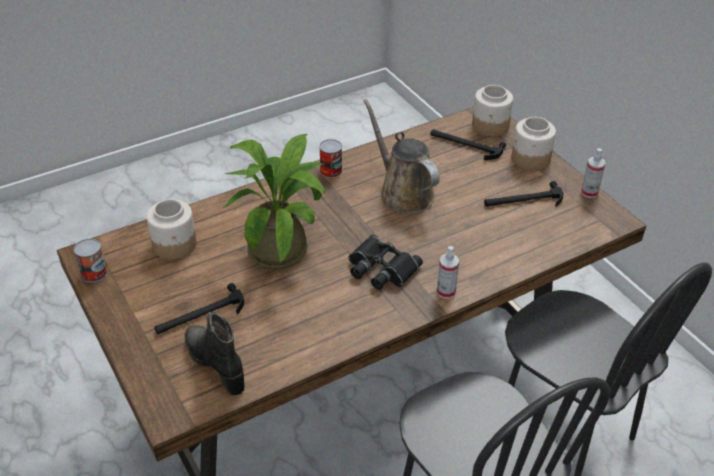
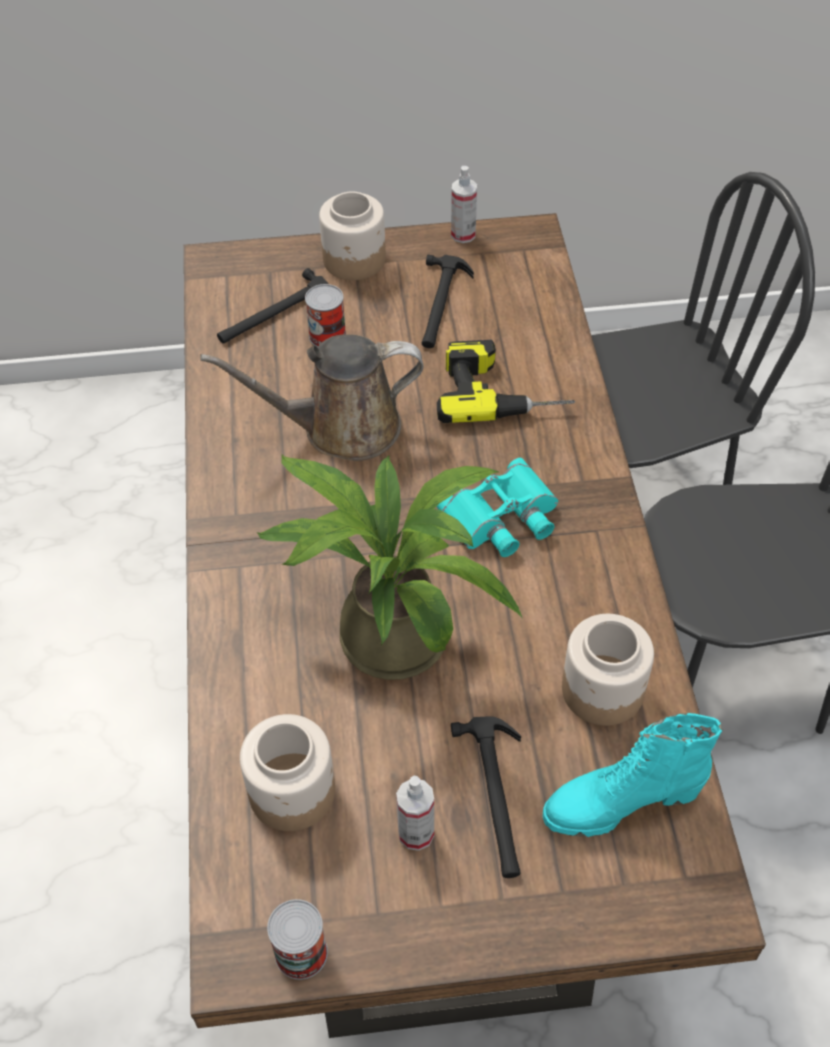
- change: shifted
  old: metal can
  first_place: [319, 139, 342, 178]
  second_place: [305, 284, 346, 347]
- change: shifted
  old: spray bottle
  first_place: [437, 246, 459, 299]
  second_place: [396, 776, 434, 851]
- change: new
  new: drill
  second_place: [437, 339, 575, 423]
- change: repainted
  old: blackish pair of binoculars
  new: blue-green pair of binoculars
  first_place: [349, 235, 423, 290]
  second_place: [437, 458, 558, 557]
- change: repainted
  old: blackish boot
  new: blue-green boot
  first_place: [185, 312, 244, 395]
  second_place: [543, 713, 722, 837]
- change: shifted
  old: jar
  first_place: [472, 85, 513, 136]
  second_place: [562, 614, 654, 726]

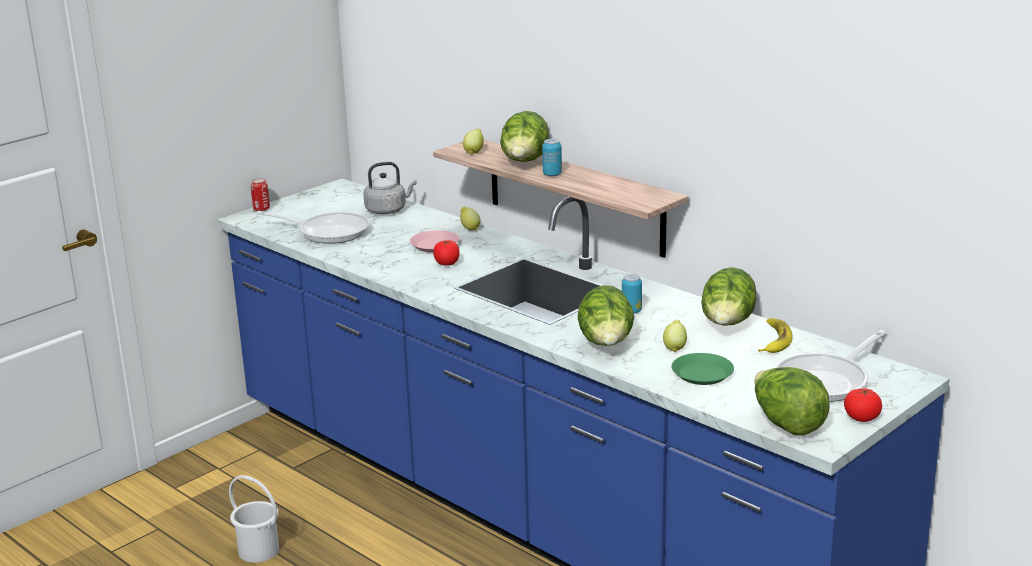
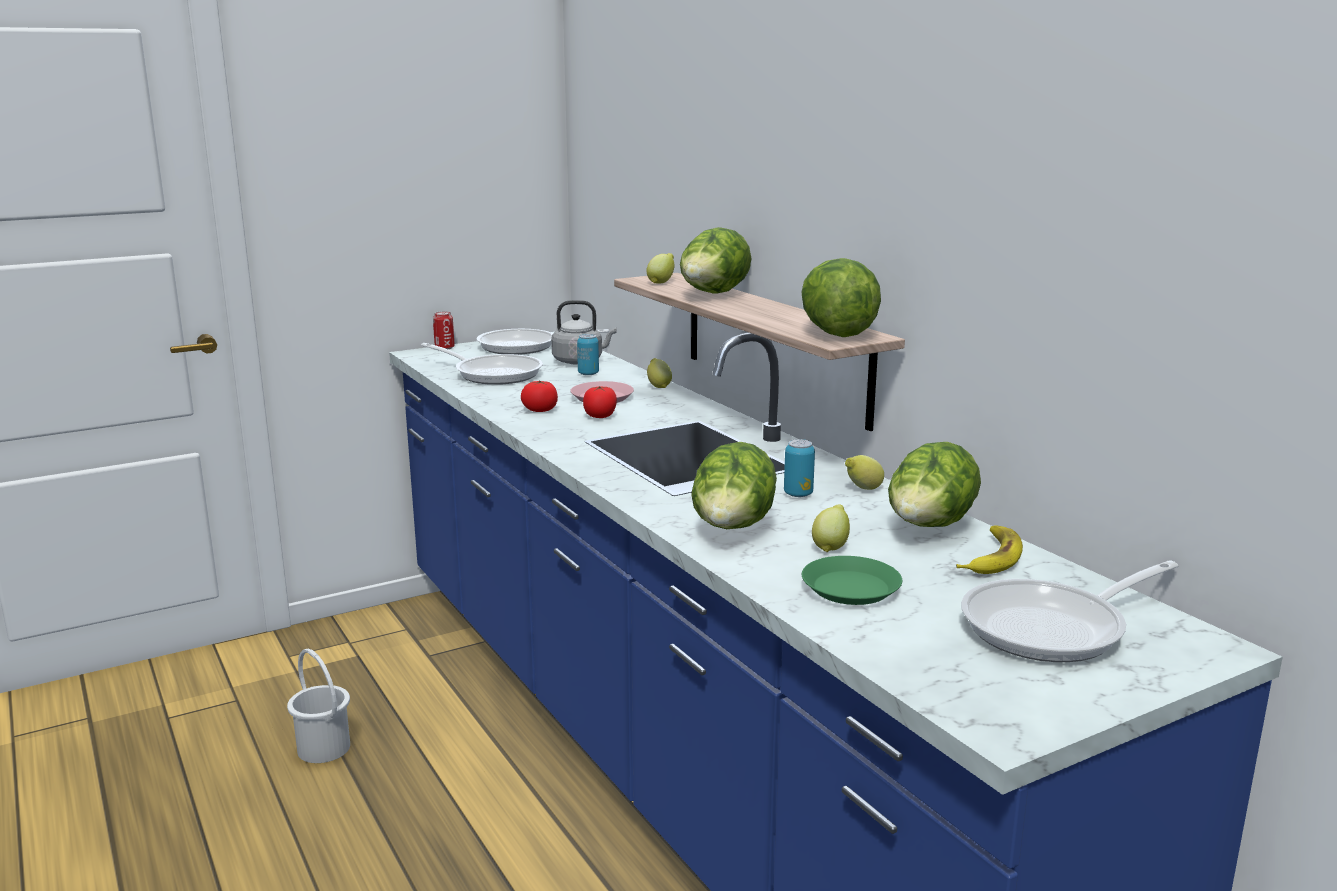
- change: new
  new: pan
  second_place: [477, 329, 609, 355]
- change: shifted
  old: whole tomato
  first_place: [844, 389, 882, 422]
  second_place: [521, 381, 558, 412]
- change: shifted
  old: metal can
  first_place: [542, 139, 562, 176]
  second_place: [577, 334, 599, 375]
- change: shifted
  old: head of lettuce
  first_place: [754, 367, 830, 436]
  second_place: [802, 258, 881, 337]
- change: new
  new: citrus fruit
  second_place: [845, 455, 884, 490]

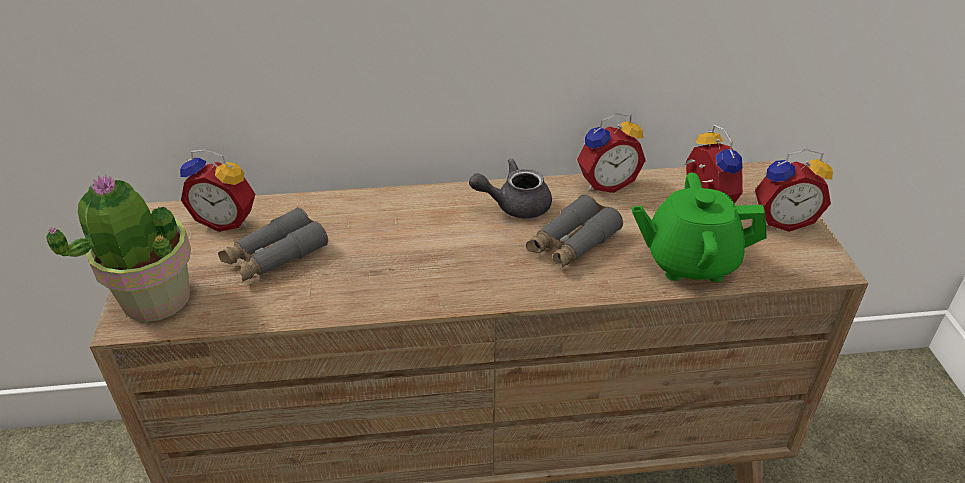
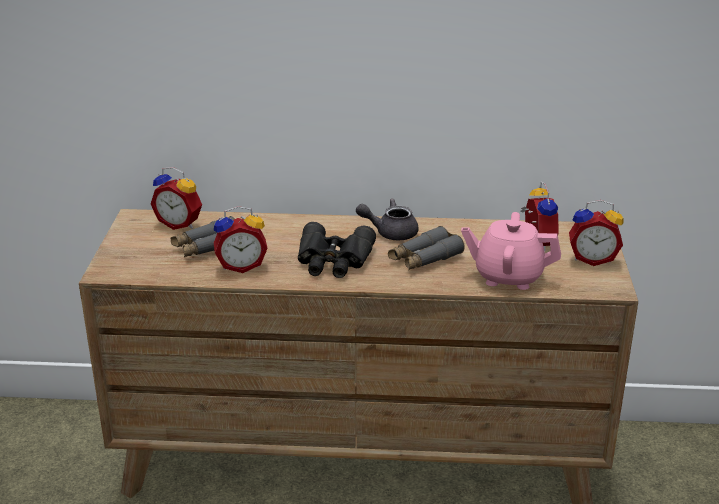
- change: shifted
  old: bedside clock
  first_place: [577, 113, 646, 193]
  second_place: [214, 206, 267, 273]
- change: new
  new: blackish pair of binoculars
  second_place: [298, 222, 376, 278]
- change: repainted
  old: greenish teapot
  new: pink teapot
  first_place: [631, 173, 767, 282]
  second_place: [461, 212, 561, 290]
- change: gone
  old: potted plant
  first_place: [46, 174, 191, 322]

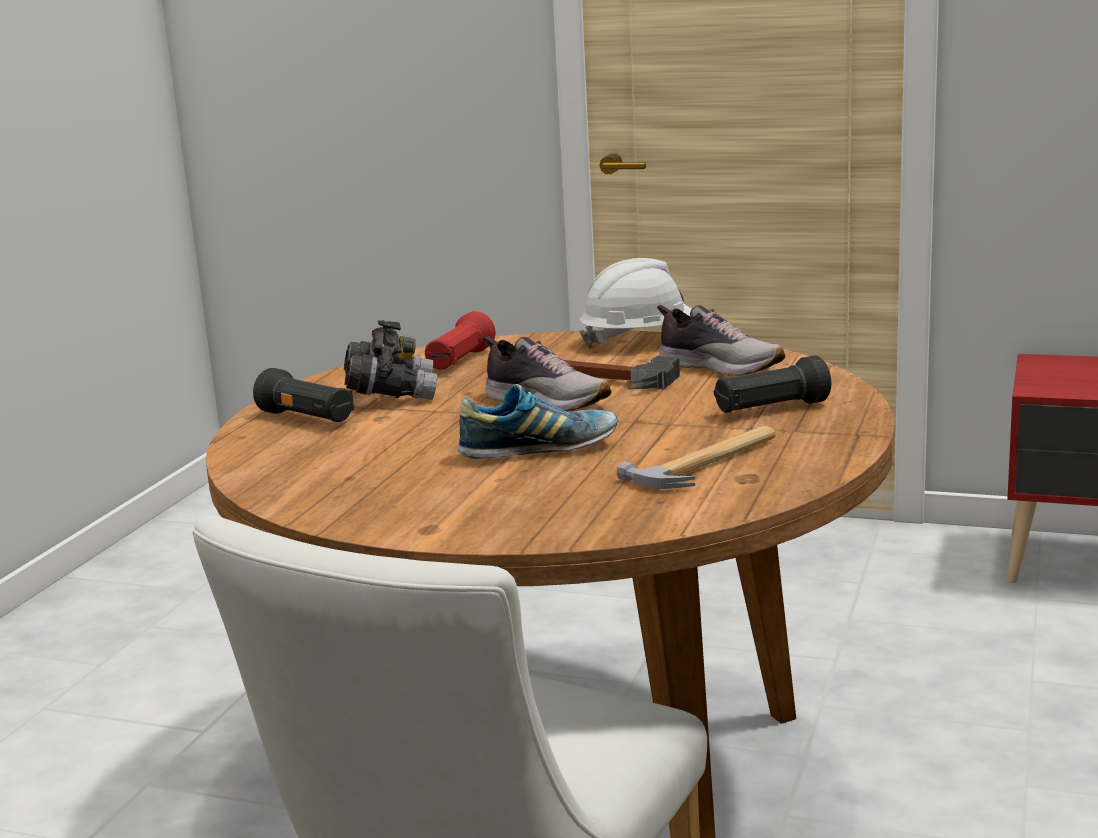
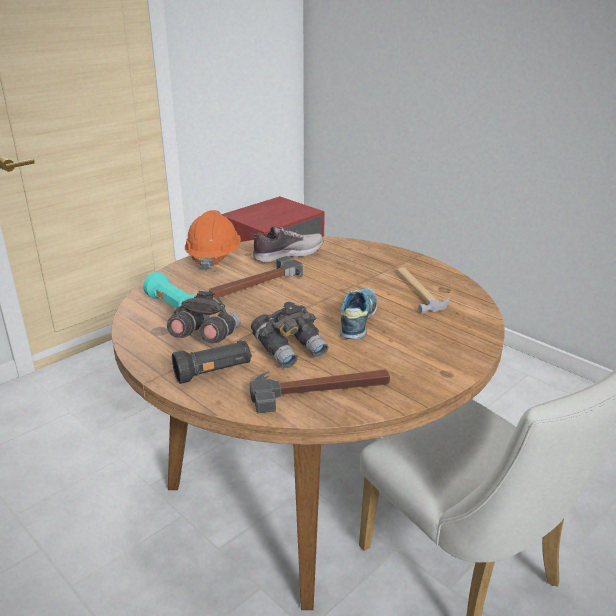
- change: repainted
  old: red-coloured flashlight
  new: blue-green flashlight
  first_place: [425, 311, 495, 370]
  second_place: [143, 272, 196, 308]
- change: repainted
  old: whitish safety helmet
  new: orange-coloured safety helmet
  first_place: [579, 258, 692, 349]
  second_place: [185, 210, 241, 271]
- change: new
  new: hammer
  second_place: [250, 369, 390, 413]
- change: new
  new: grey pair of binoculars
  second_place: [251, 302, 328, 368]
- change: gone
  old: low shoe
  first_place: [483, 336, 611, 411]
- change: gone
  old: blackish flashlight
  first_place: [714, 355, 831, 413]

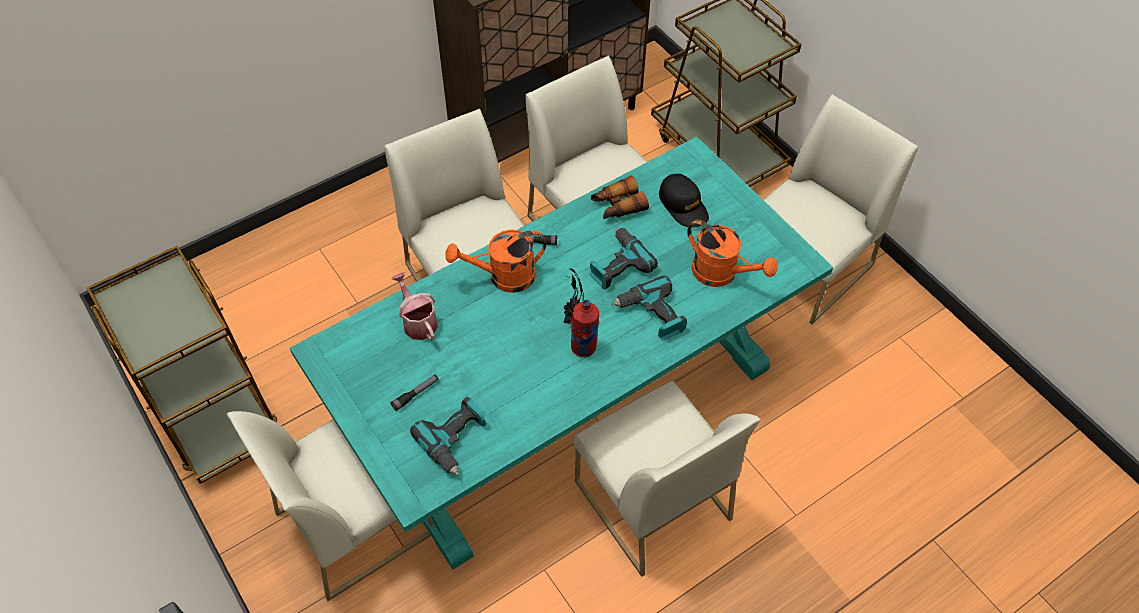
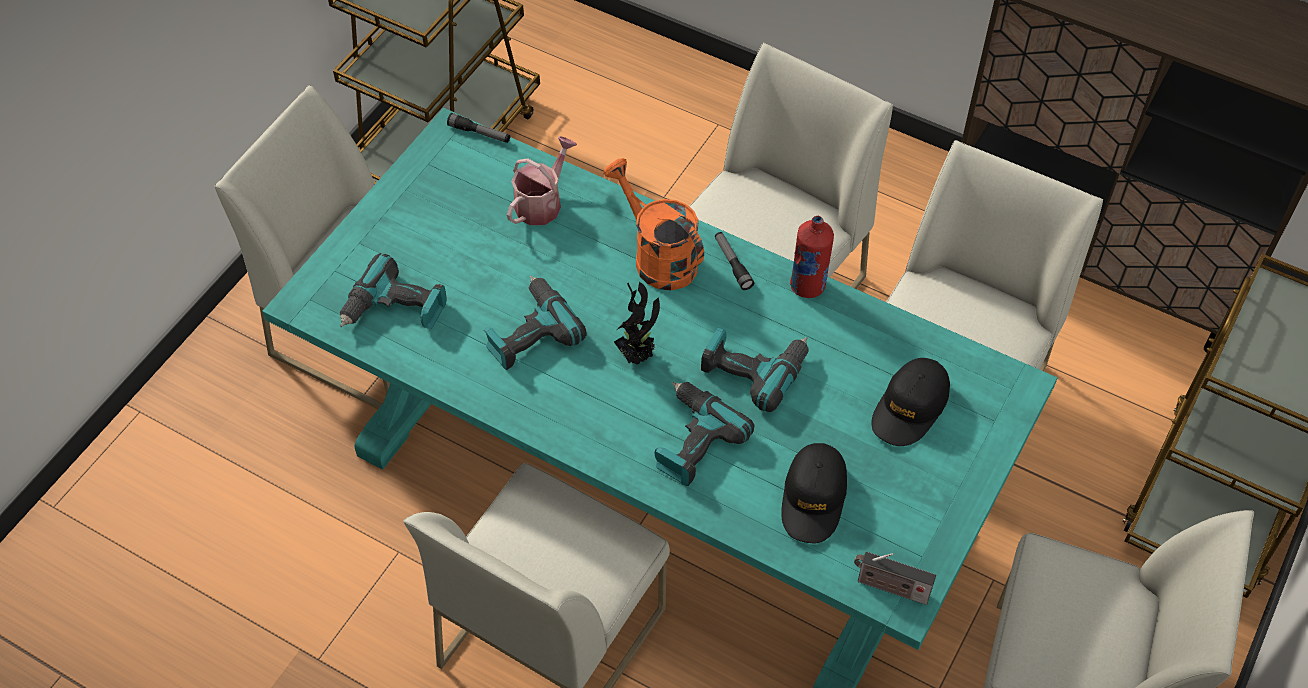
- change: shifted
  old: flashlight
  first_place: [390, 375, 439, 411]
  second_place: [447, 113, 510, 143]
- change: new
  new: drill
  second_place: [484, 276, 587, 370]
- change: swapped
  old: orange-coloured watering pot
  new: blackish baseball cap
  first_place: [687, 219, 778, 287]
  second_place: [781, 443, 847, 544]
- change: shifted
  old: red-coloured drink bottle
  first_place: [571, 300, 599, 357]
  second_place: [790, 216, 834, 298]
- change: new
  new: radio
  second_place: [854, 551, 936, 605]
- change: gone
  old: pair of binoculars
  first_place: [591, 176, 649, 219]

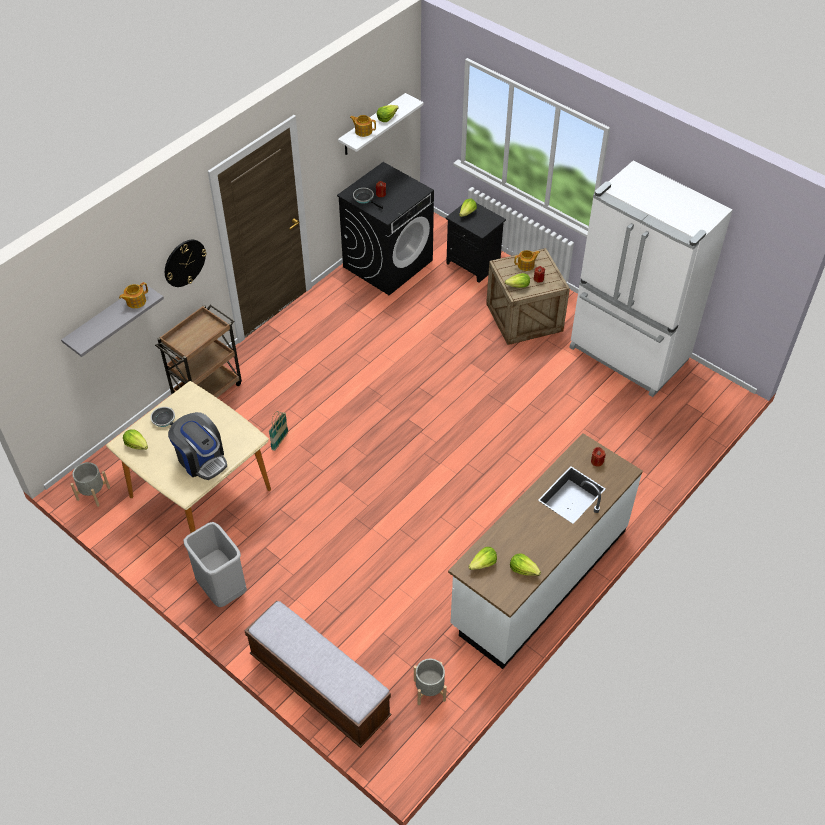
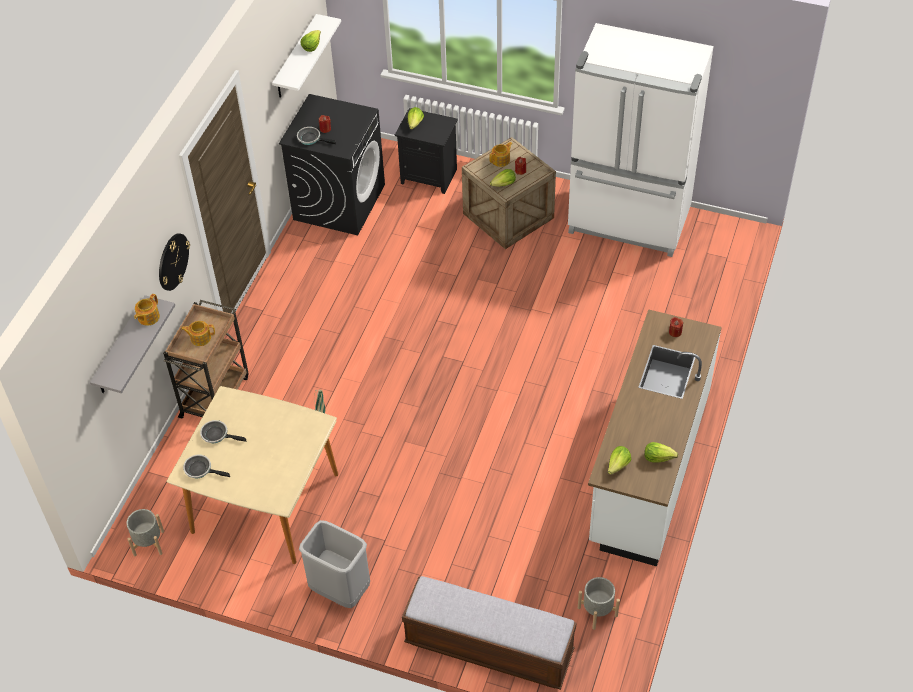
- change: shifted
  old: teapot
  first_place: [350, 115, 376, 137]
  second_place: [181, 321, 215, 346]
- change: swapped
  old: head of lettuce
  new: pan
  first_place: [123, 429, 148, 450]
  second_place: [183, 454, 230, 478]
- change: gone
  old: coffee machine
  first_place: [168, 412, 227, 480]

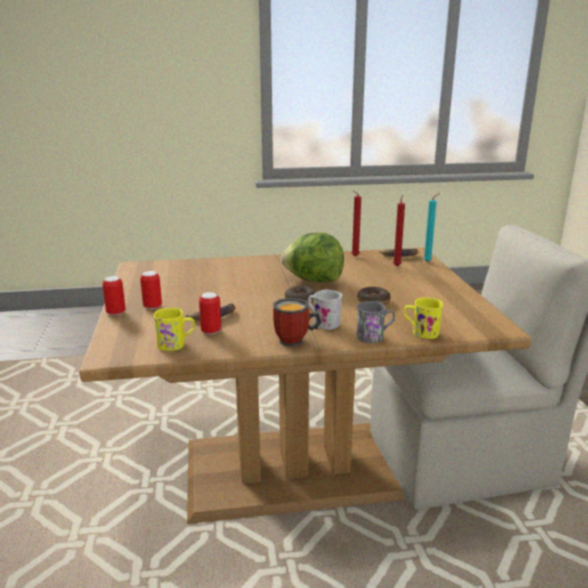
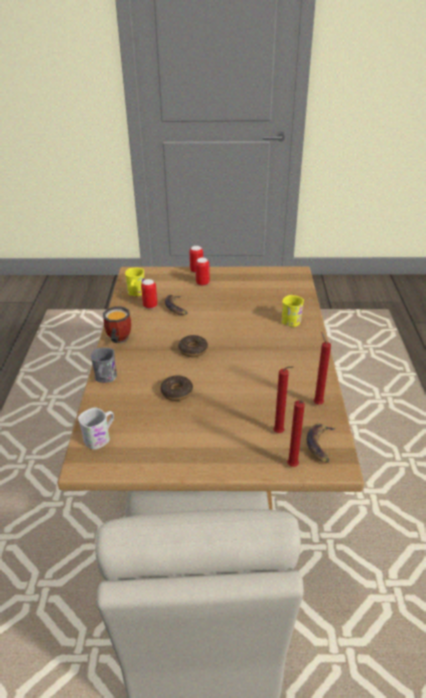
- change: shifted
  old: whitish mug
  first_place: [308, 290, 342, 330]
  second_place: [78, 408, 114, 450]
- change: shifted
  old: yellow-coloured mug
  first_place: [404, 298, 443, 339]
  second_place: [281, 295, 304, 327]
- change: repainted
  old: blue-green wax candle
  new: red-coloured wax candle
  first_place: [423, 193, 440, 262]
  second_place: [287, 400, 305, 467]
- change: gone
  old: head of lettuce
  first_place: [281, 233, 344, 282]

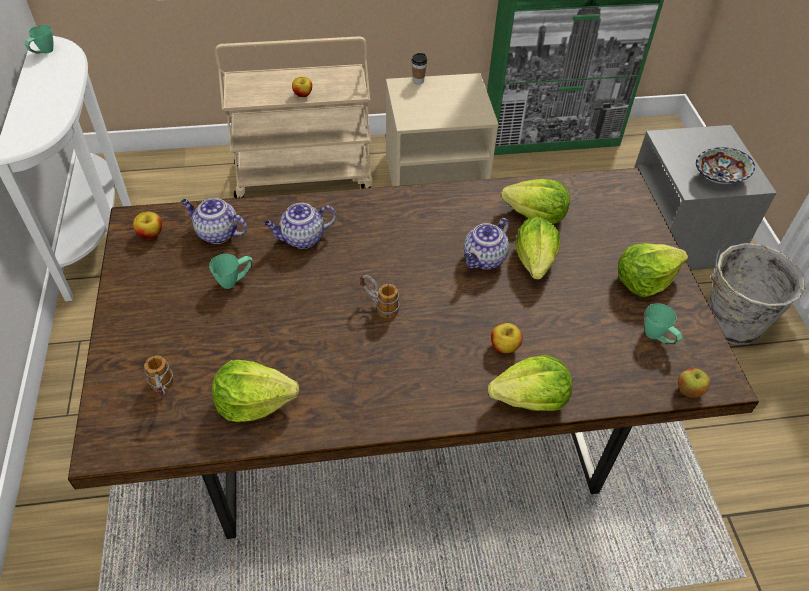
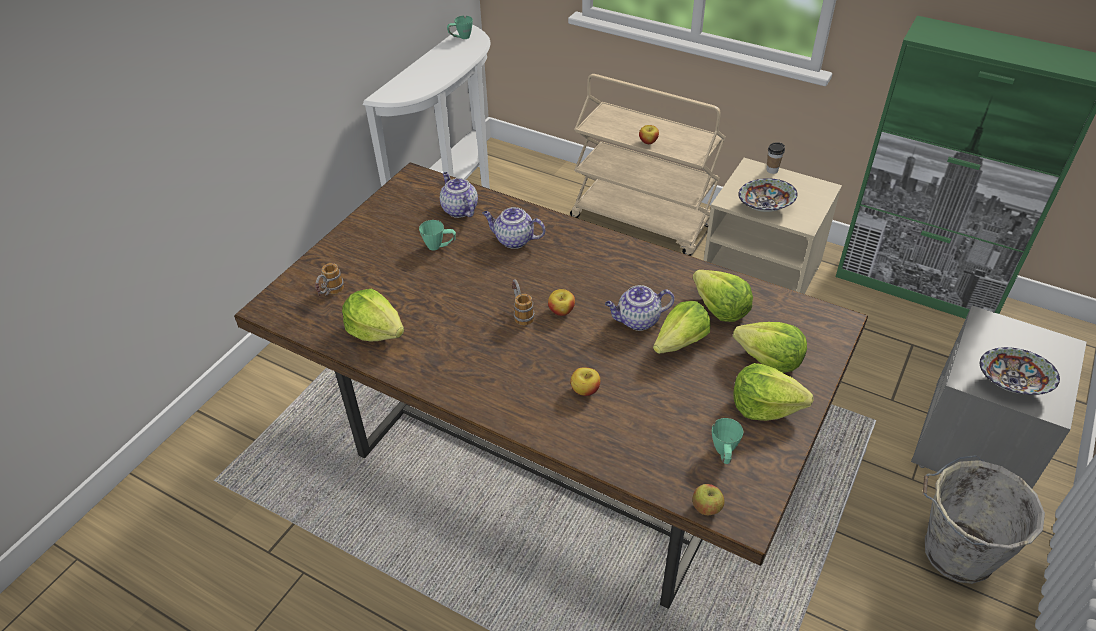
- change: shifted
  old: whole apple
  first_place: [133, 212, 162, 239]
  second_place: [548, 289, 575, 316]
- change: shifted
  old: head of lettuce
  first_place: [488, 355, 573, 411]
  second_place: [733, 322, 807, 373]
- change: new
  new: serving bowl
  second_place: [738, 178, 797, 212]

